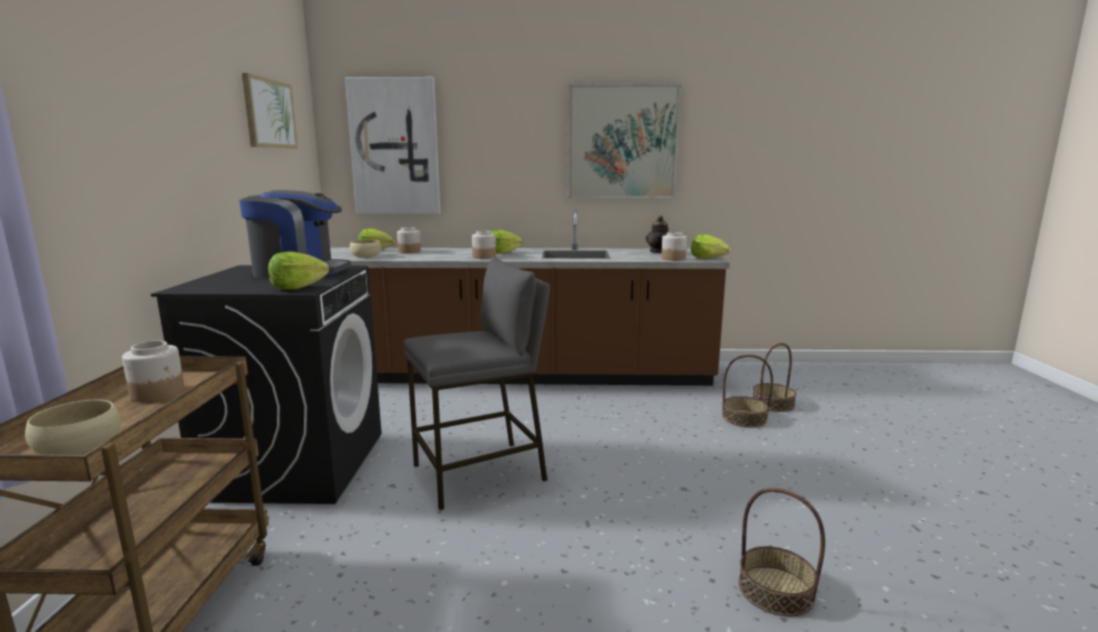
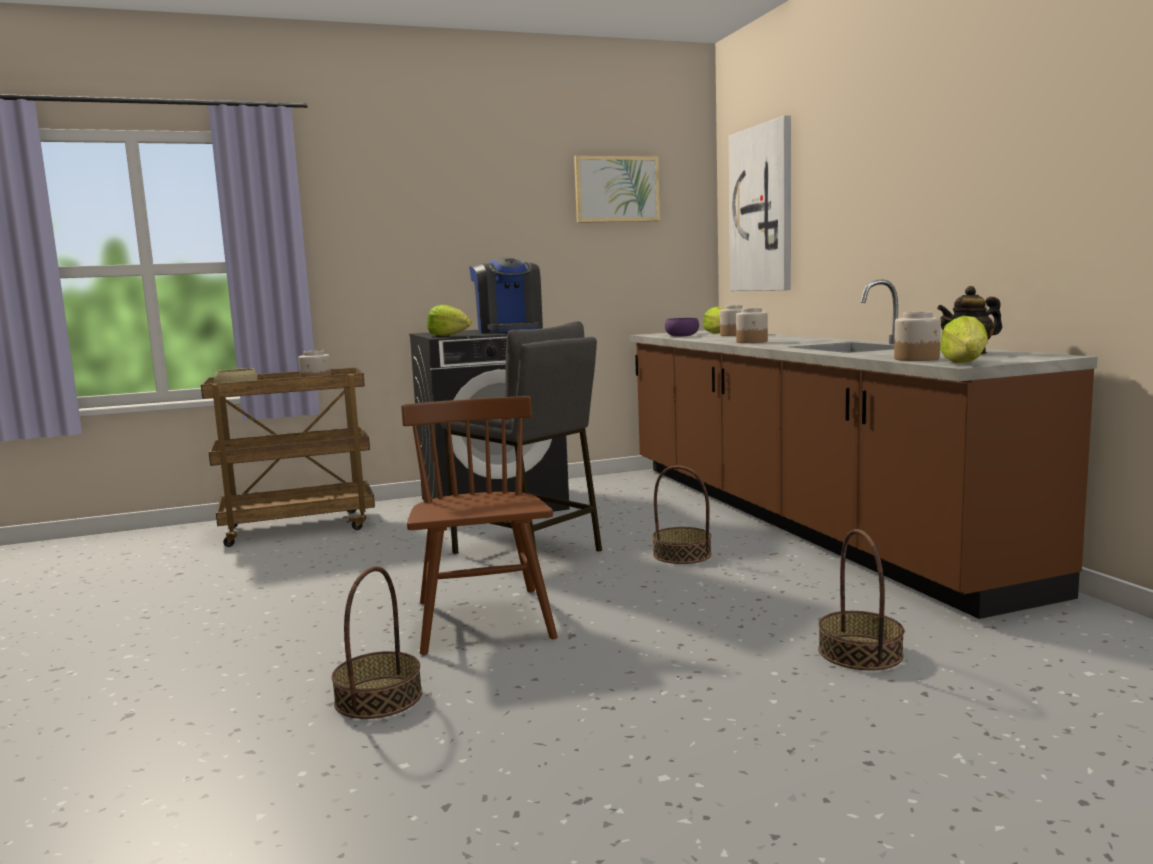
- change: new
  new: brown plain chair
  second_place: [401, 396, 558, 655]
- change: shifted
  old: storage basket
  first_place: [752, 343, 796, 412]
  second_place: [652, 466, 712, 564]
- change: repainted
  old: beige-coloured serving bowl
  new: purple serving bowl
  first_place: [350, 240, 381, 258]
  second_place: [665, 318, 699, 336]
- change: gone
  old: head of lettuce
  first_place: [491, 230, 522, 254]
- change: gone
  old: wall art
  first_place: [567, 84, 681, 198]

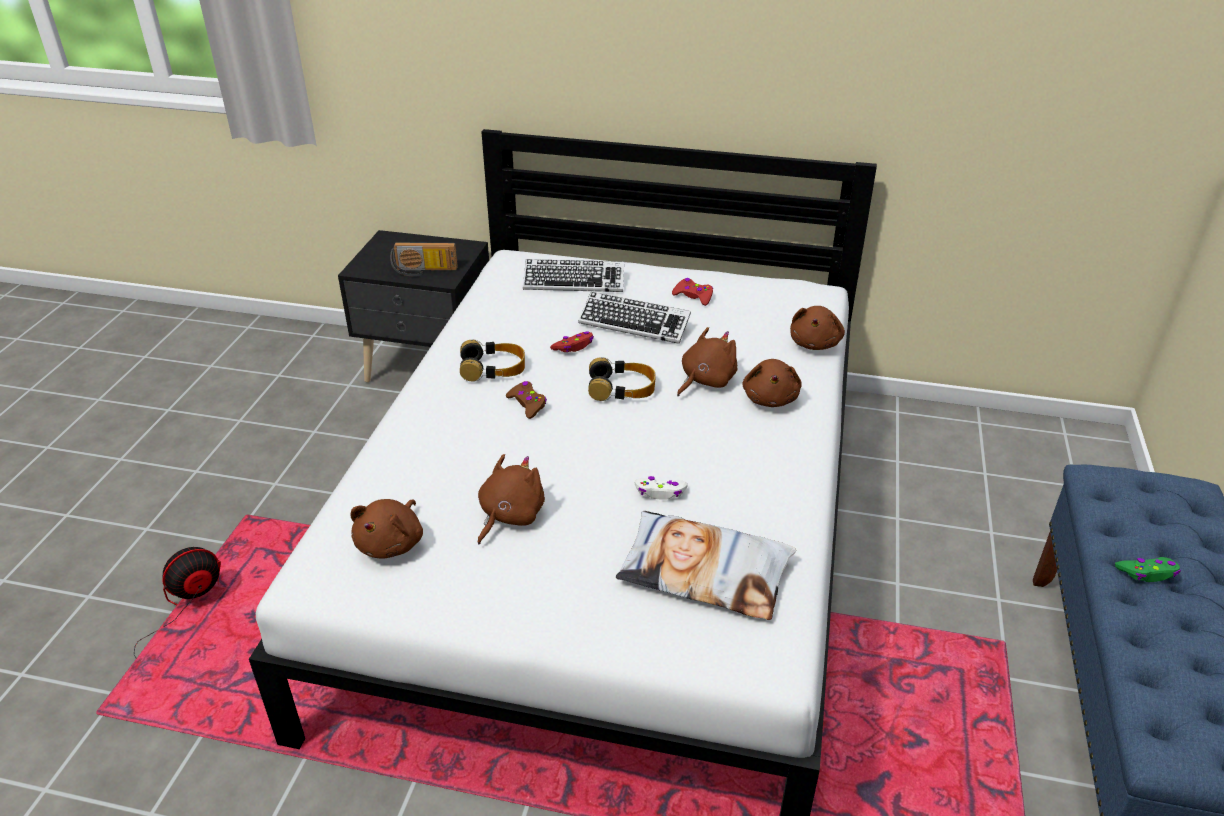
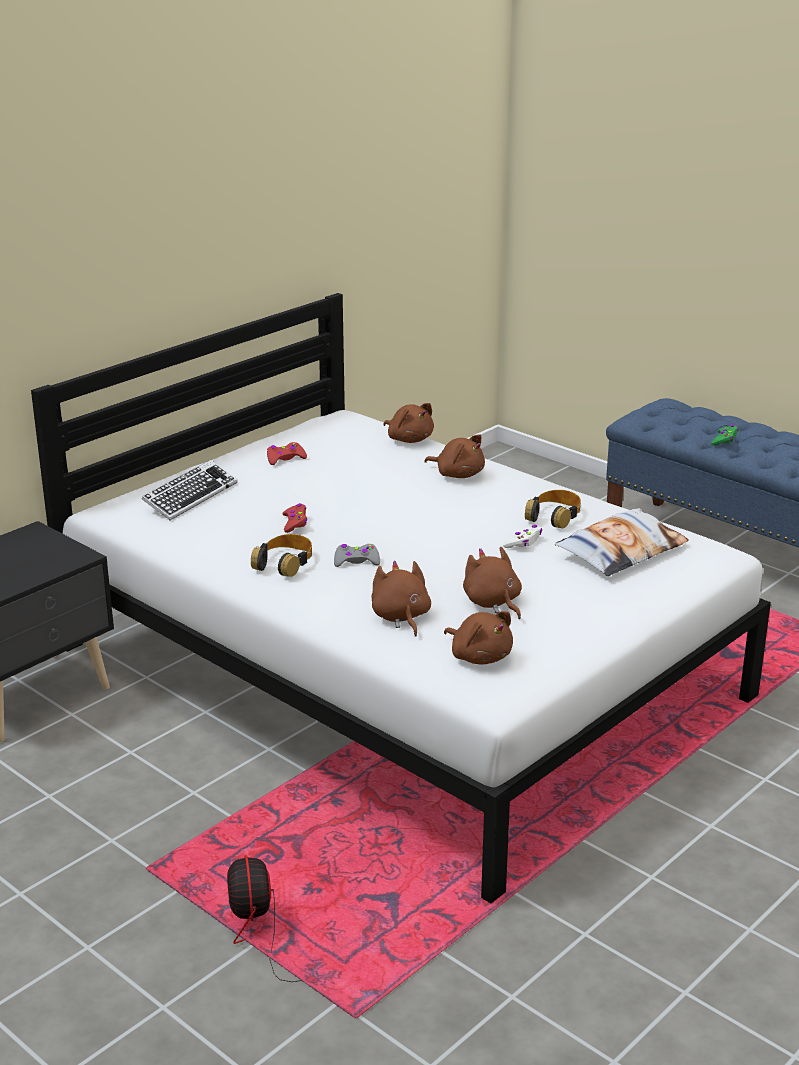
- change: repainted
  old: brown gamepad
  new: grey gamepad
  first_place: [506, 381, 547, 419]
  second_place: [334, 544, 380, 567]
- change: shifted
  old: brown plush toy
  first_place: [677, 327, 737, 396]
  second_place: [372, 560, 431, 637]
- change: shifted
  old: pair of headphones
  first_place: [588, 357, 656, 401]
  second_place: [525, 490, 581, 528]
- change: gone
  old: radio
  first_place: [390, 242, 458, 277]
- change: gone
  old: PC keyboard
  first_place: [578, 292, 691, 344]

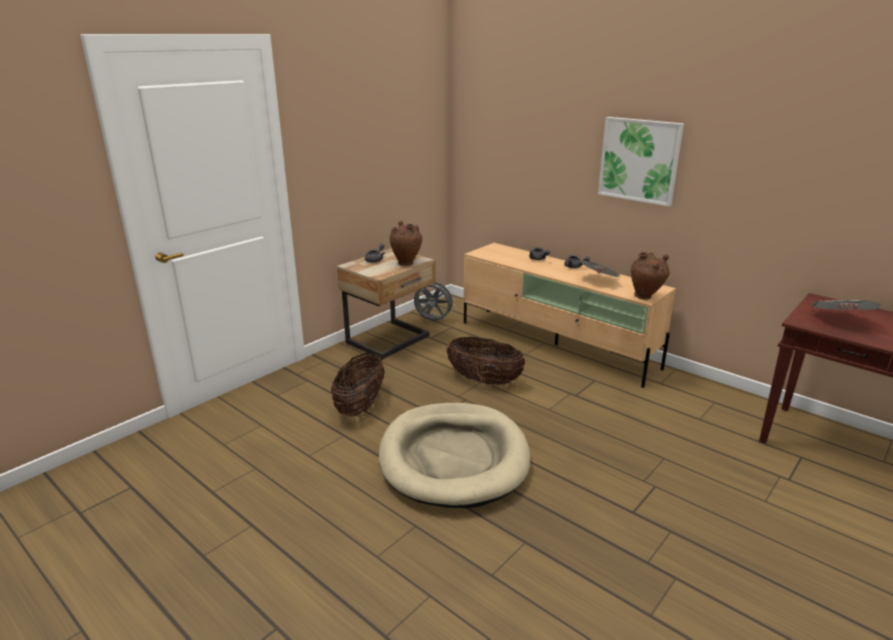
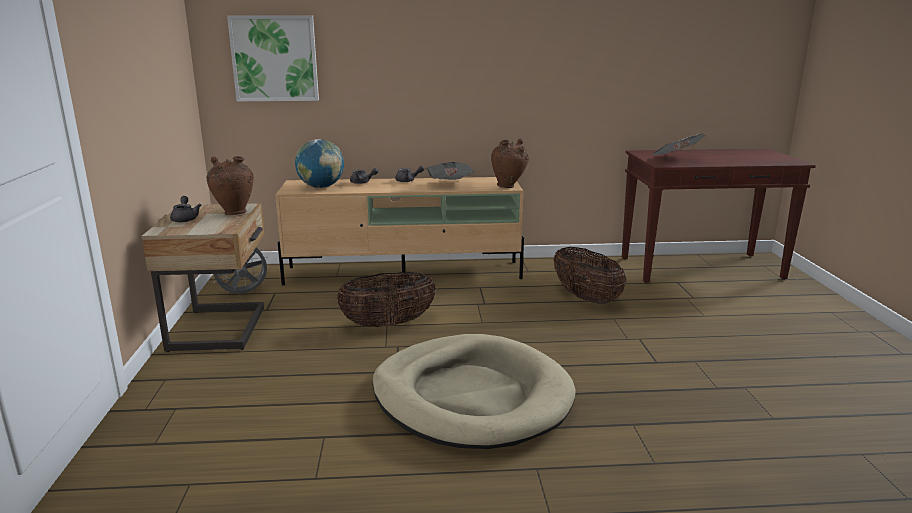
- change: shifted
  old: wall art
  first_place: [598, 117, 684, 206]
  second_place: [227, 15, 319, 102]
- change: new
  new: desk globe
  second_place: [295, 139, 344, 188]
- change: shifted
  old: storage basket
  first_place: [331, 353, 385, 416]
  second_place: [554, 247, 626, 304]

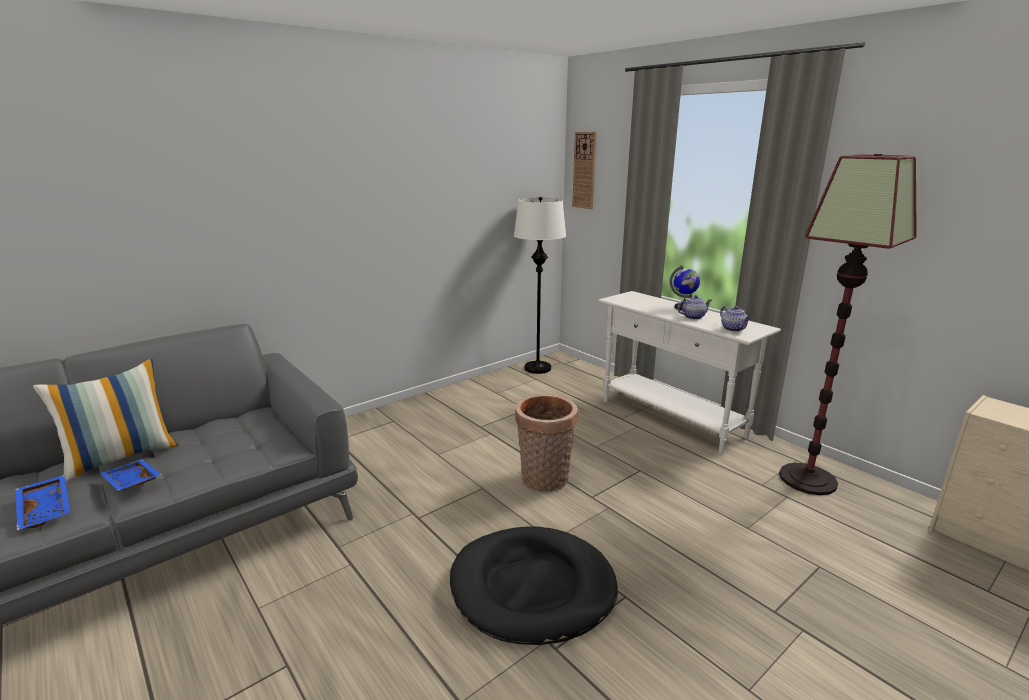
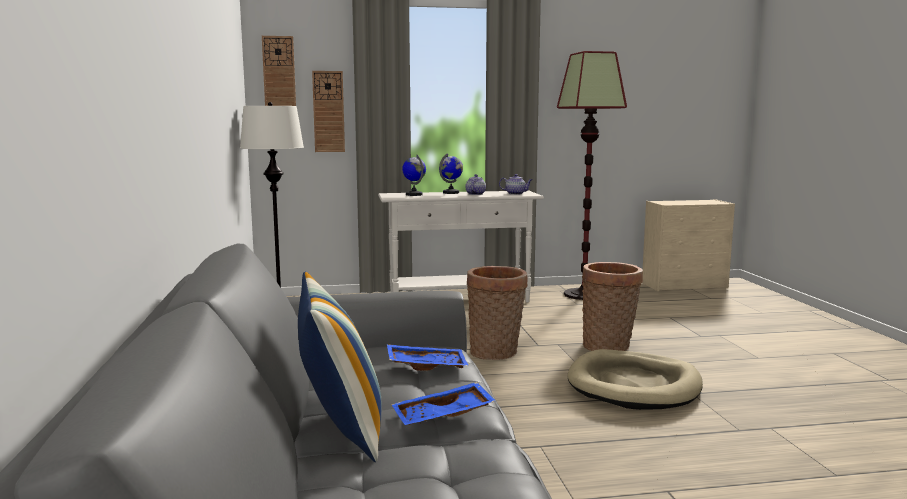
- change: new
  new: wall clock
  second_place: [312, 71, 345, 152]
- change: shifted
  old: blue-coloured serving tray
  first_place: [15, 475, 70, 530]
  second_place: [387, 344, 469, 371]
- change: new
  new: desk globe
  second_place: [402, 155, 426, 196]
- change: repainted
  old: blackish pet bed
  new: beige-coloured pet bed
  first_place: [450, 526, 618, 645]
  second_place: [568, 349, 703, 410]
- change: new
  new: storage basket
  second_place: [582, 262, 643, 351]

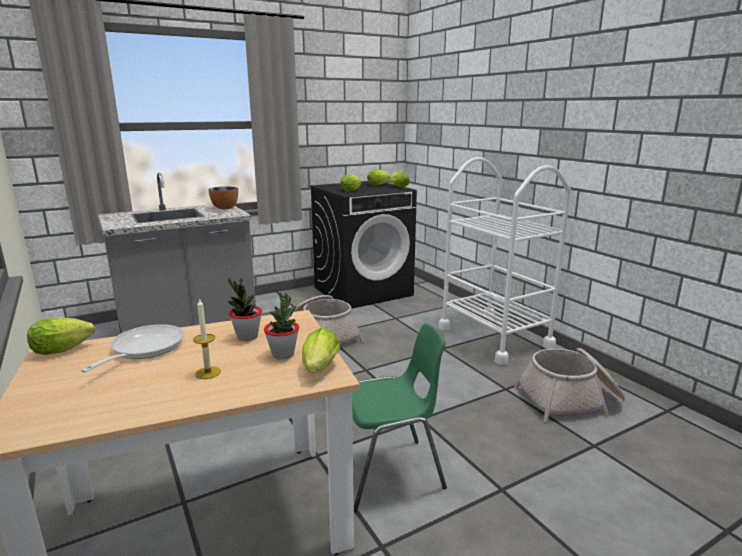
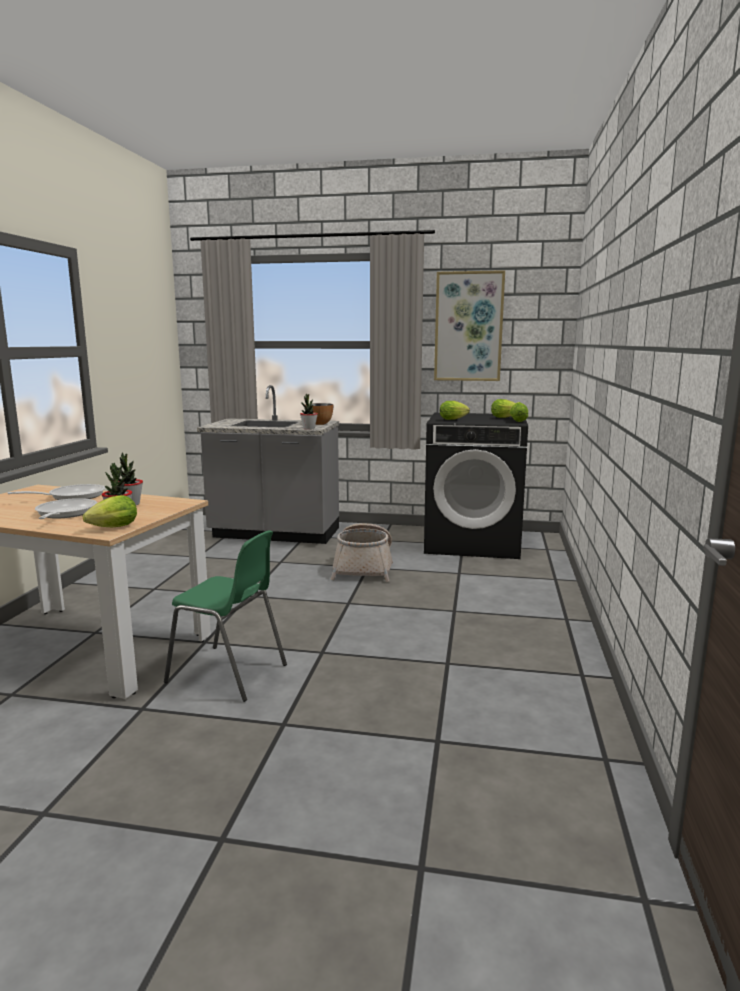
- change: swapped
  old: wax candle
  new: pan
  first_place: [193, 298, 221, 379]
  second_place: [35, 498, 97, 519]
- change: new
  new: potted plant
  second_place: [300, 393, 318, 430]
- change: new
  new: wall art
  second_place: [434, 270, 505, 381]
- change: gone
  old: head of lettuce
  first_place: [27, 317, 95, 355]
- change: gone
  old: whitish wheeled cart
  first_place: [438, 157, 571, 365]
- change: gone
  old: storage basket
  first_place: [514, 348, 625, 422]

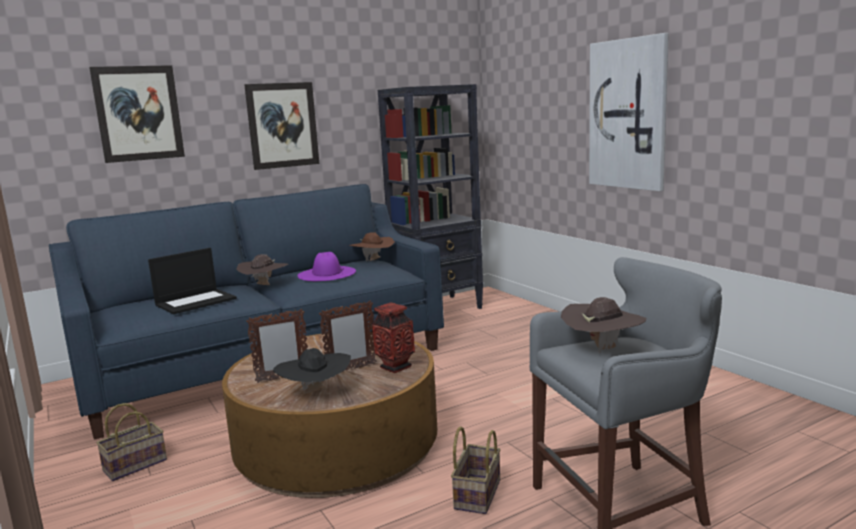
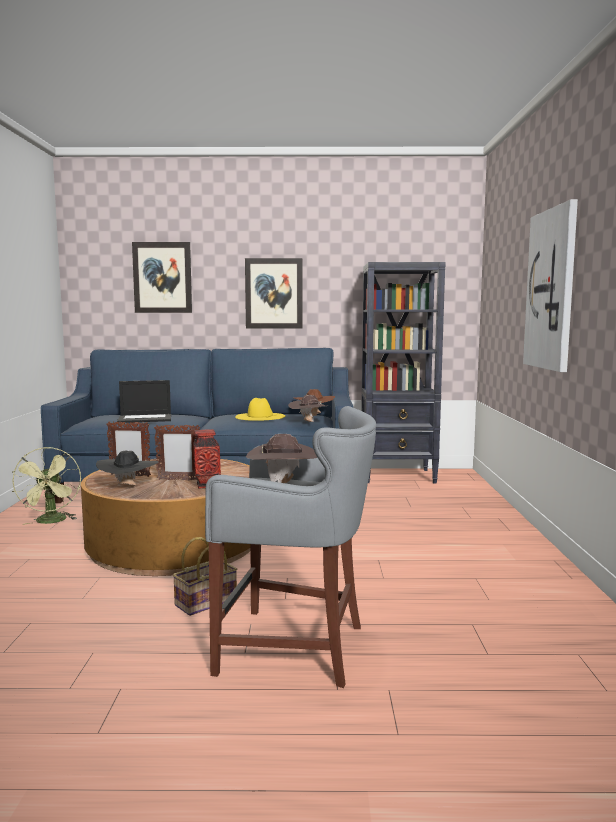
- change: swapped
  old: storage basket
  new: greenish cooling fan
  first_place: [96, 403, 167, 481]
  second_place: [12, 447, 81, 525]
- change: repainted
  old: purple wearable hat
  new: yellow-coloured wearable hat
  first_place: [297, 252, 356, 281]
  second_place: [235, 398, 285, 421]
- change: shifted
  old: brown wearable hat
  first_place: [236, 254, 288, 285]
  second_place: [288, 395, 326, 422]

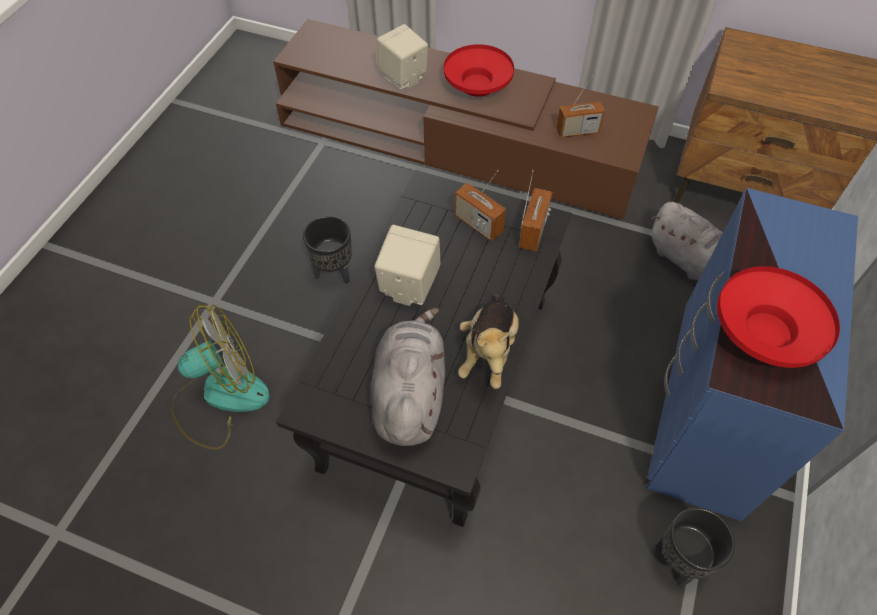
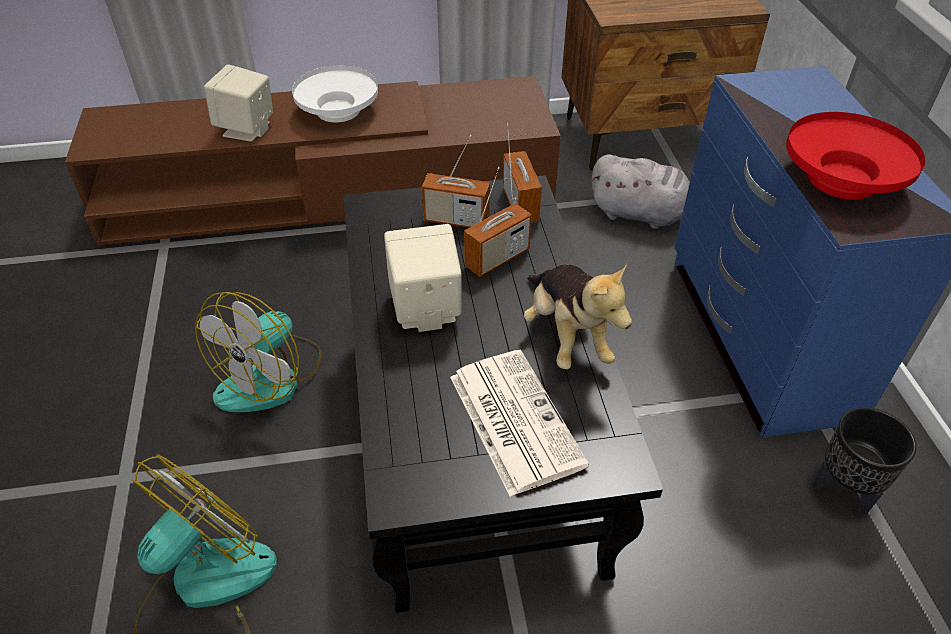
- change: swapped
  old: blackish planter
  new: cooling fan
  first_place: [303, 216, 352, 284]
  second_place: [195, 292, 322, 412]
- change: repainted
  old: red-coloured serving bowl
  new: whitish serving bowl
  first_place: [444, 44, 514, 97]
  second_place: [292, 65, 378, 123]
- change: swapped
  old: grey plush toy
  new: daily paper
  first_place: [371, 308, 445, 446]
  second_place: [450, 350, 589, 497]
- change: shifted
  old: radio
  first_place: [556, 75, 605, 138]
  second_place: [464, 167, 532, 277]

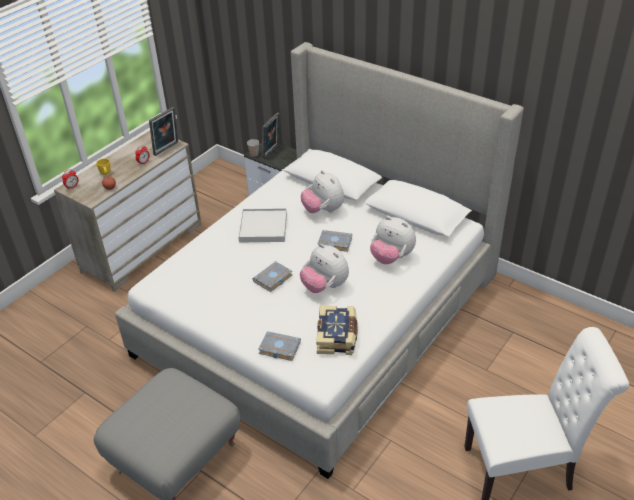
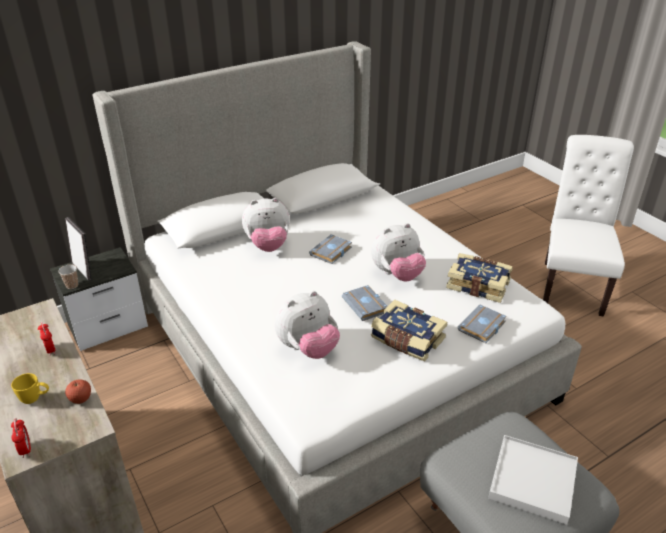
- change: shifted
  old: plush toy
  first_place: [370, 216, 416, 264]
  second_place: [275, 291, 340, 359]
- change: new
  new: bound book
  second_place: [371, 300, 447, 361]
- change: shifted
  old: whitish serving tray
  first_place: [238, 208, 287, 242]
  second_place: [488, 435, 578, 525]
- change: gone
  old: standing frame
  first_place: [149, 107, 178, 156]

